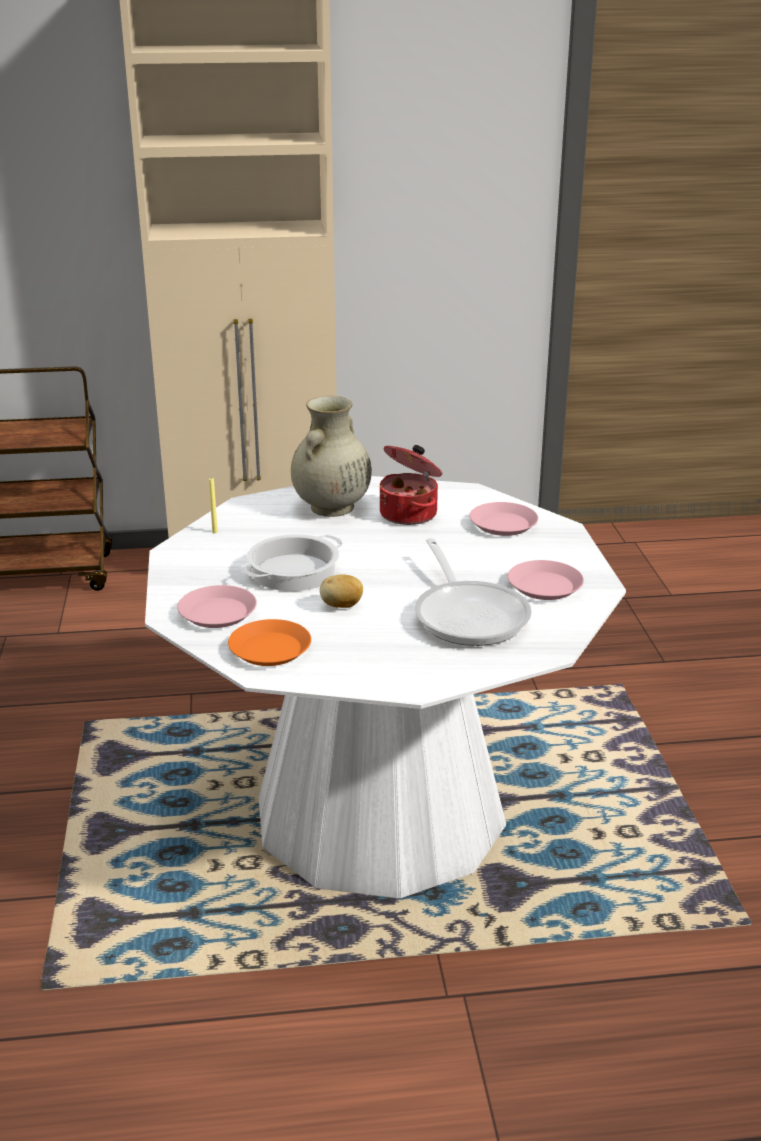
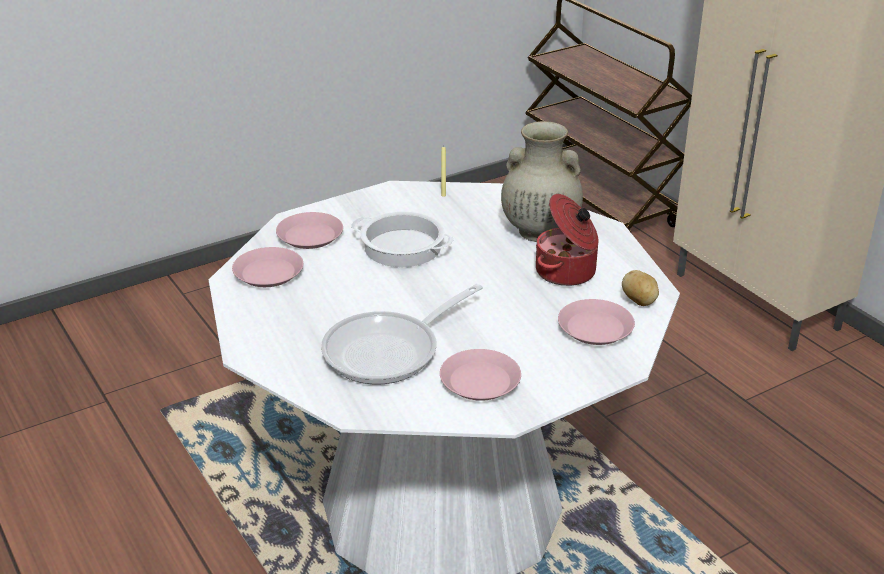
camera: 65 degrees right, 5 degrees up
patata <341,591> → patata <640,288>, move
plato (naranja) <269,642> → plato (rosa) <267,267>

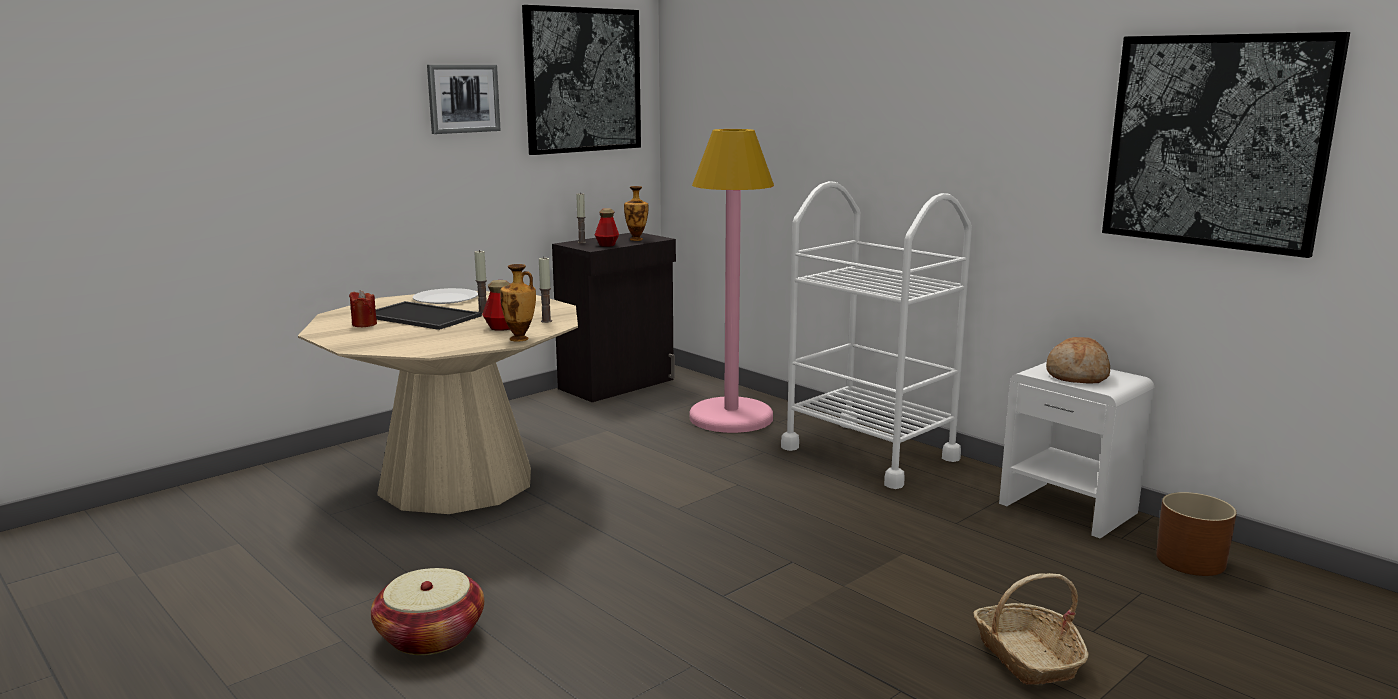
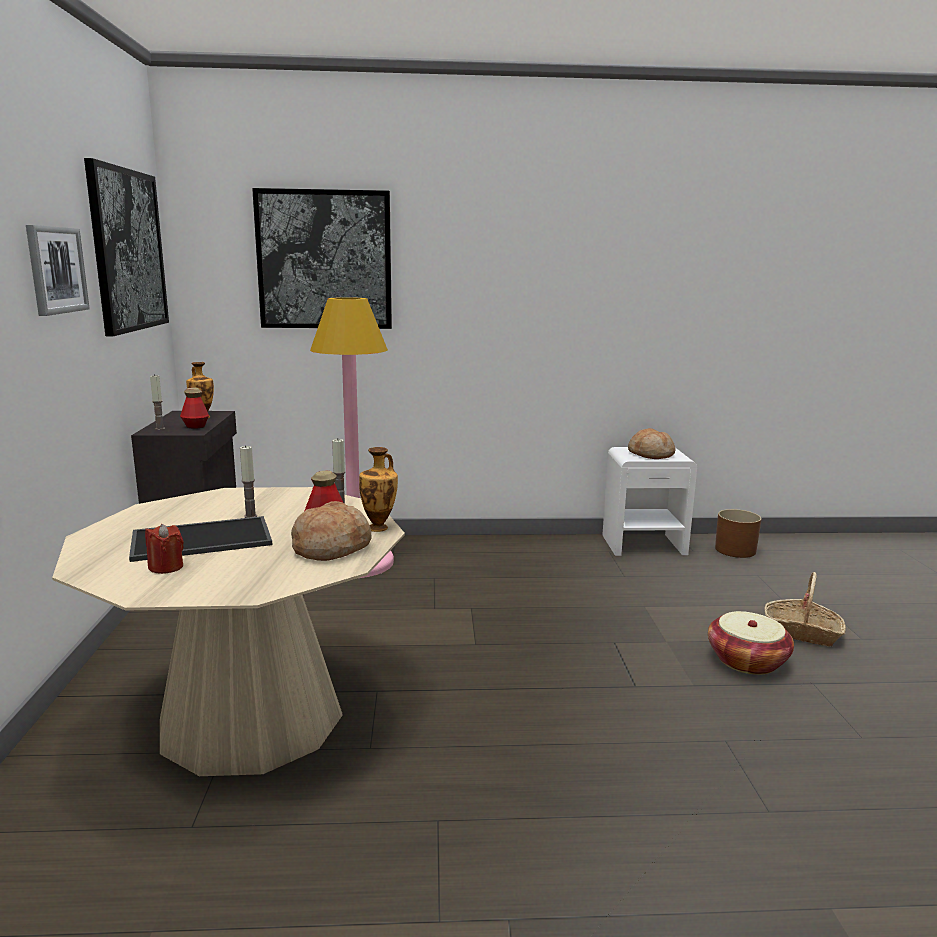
camera: 50 degrees left, 0 degrees up
plato (blanco) <445,296> → -
carrito (blanco) <876,335> → -
- → pan <331,531>
cesta <427,611> → cesta <751,643>, move
cuadro <1226,145> → cuadro <322,258>, move

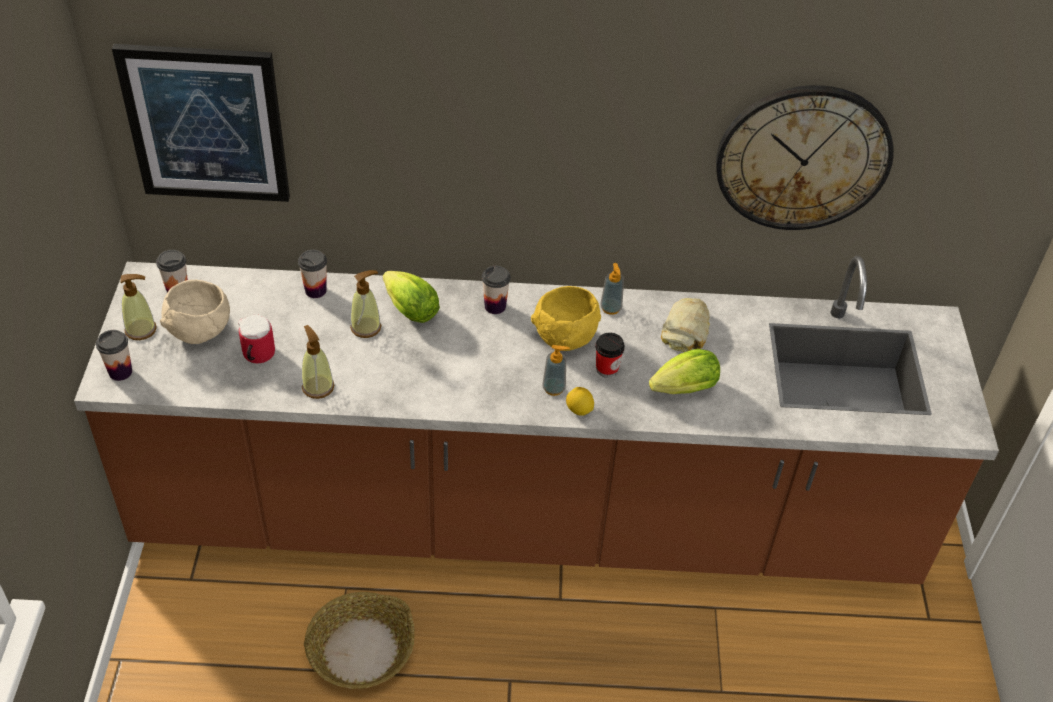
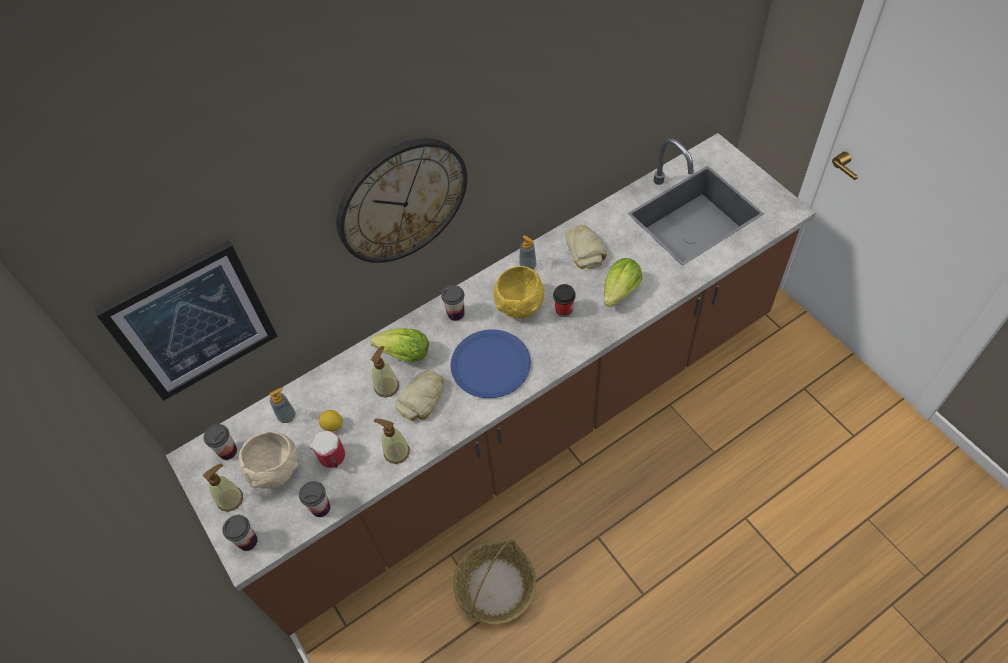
camera: 30 degrees left, 10 degrees up
- → pan <419,395>
- → plato (azul) <491,363>
taza <312,274> → taza <314,499>, move
dispensador de jabón <556,370> → dispensador de jabón <283,405>, move
limón <580,401> → limón <331,421>, move
reloj de pared <805,157> → reloj de pared <402,200>, move

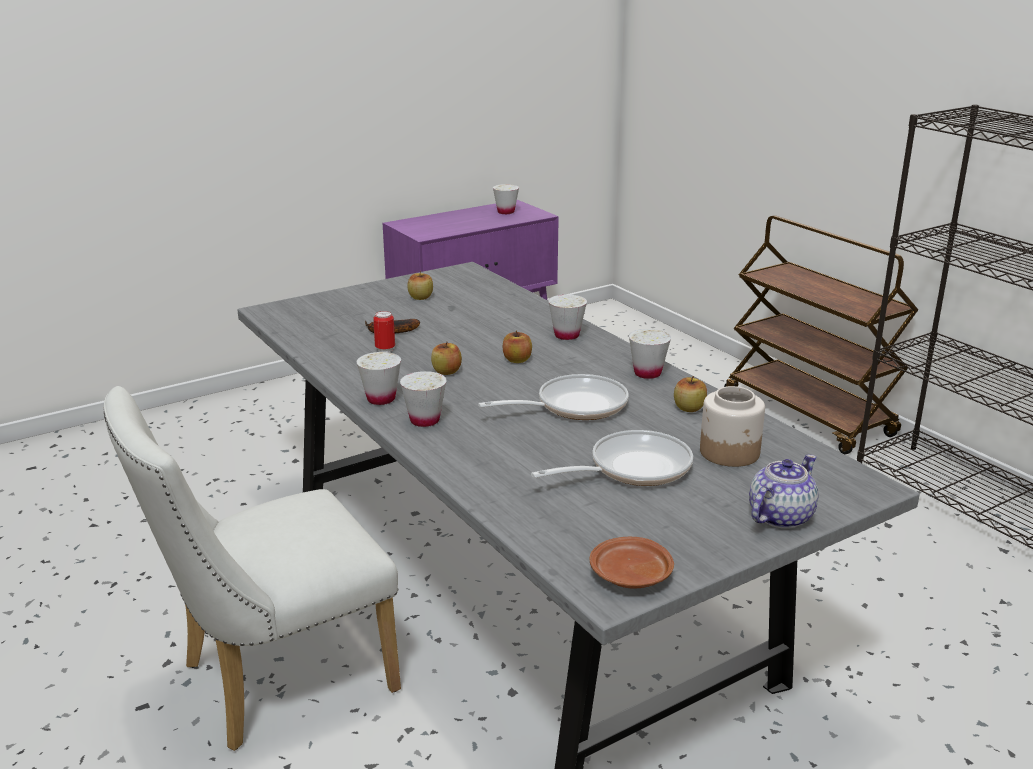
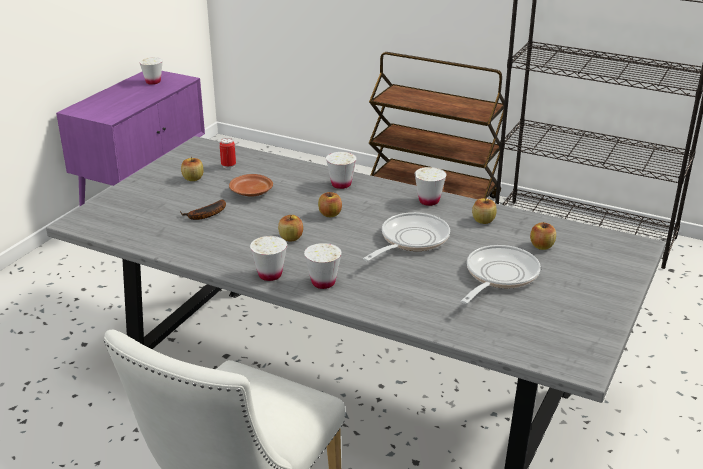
camera: 30 degrees left, 5 degrees up
tetera <784,491> → -
lata <384,331> → lata <228,153>, move
plato (marrón) <632,562> → plato (marrón) <251,185>, move
tarro <732,426> → manzana <543,236>

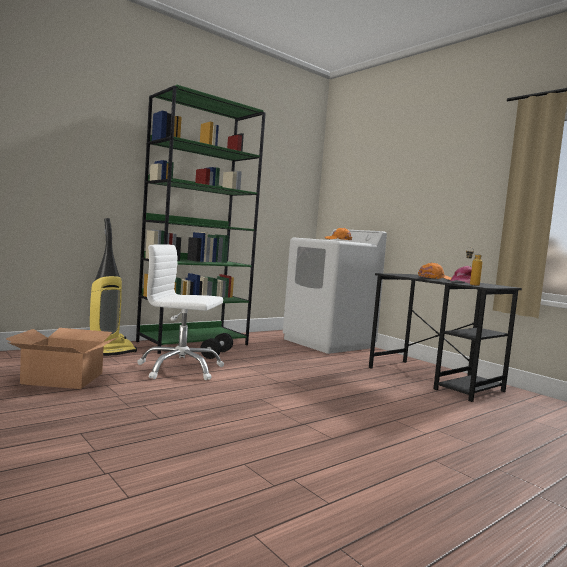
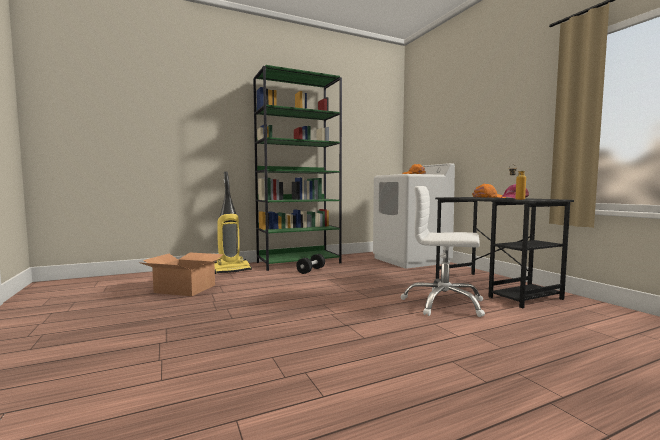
camera: 15 degrees right, 0 degrees up
silla de oficina (blanco) <180,312> → silla de oficina (blanco) <443,251>, move

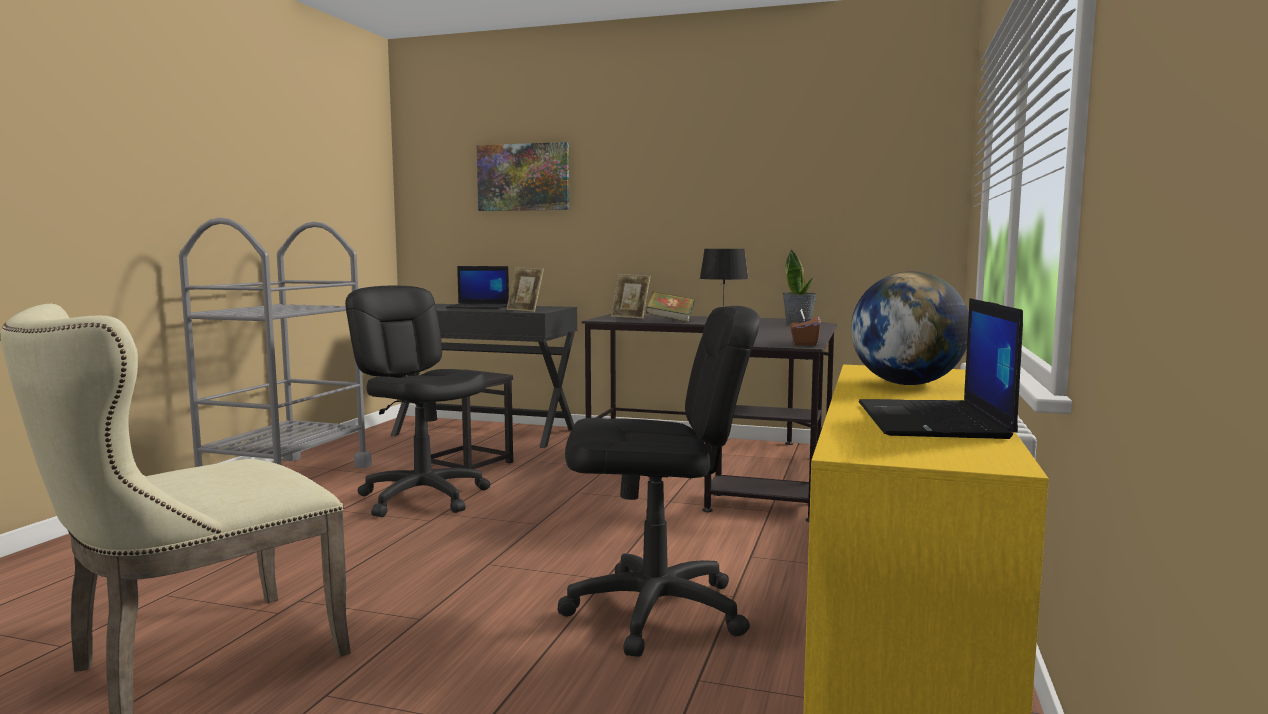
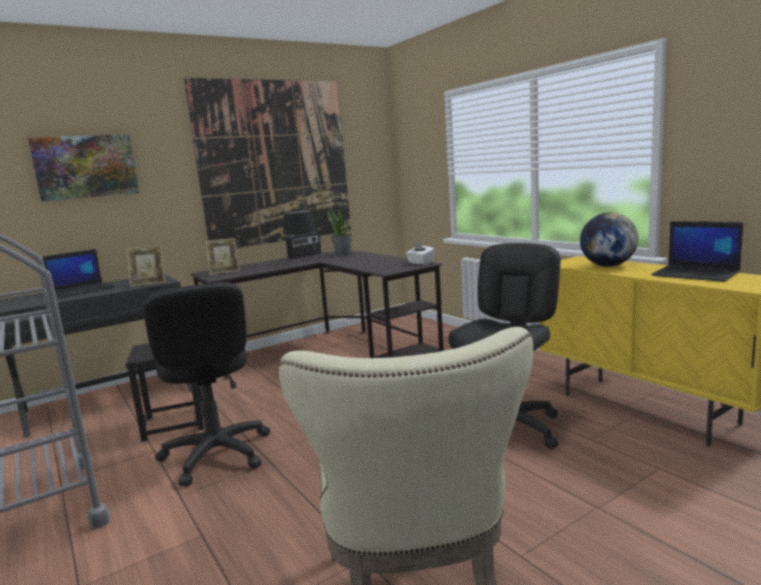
camera: 50 degrees left, 5 degrees up
libro <670,306> → -
- → cuadro <267,163>
- → radio <303,245>
caja de pañuelos (marrón) <805,327> → caja de pañuelos (blanco) <420,254>
silla de oficina (negro) <417,401> → silla de oficina (negro) <206,384>, 105 degrees counterclockwise

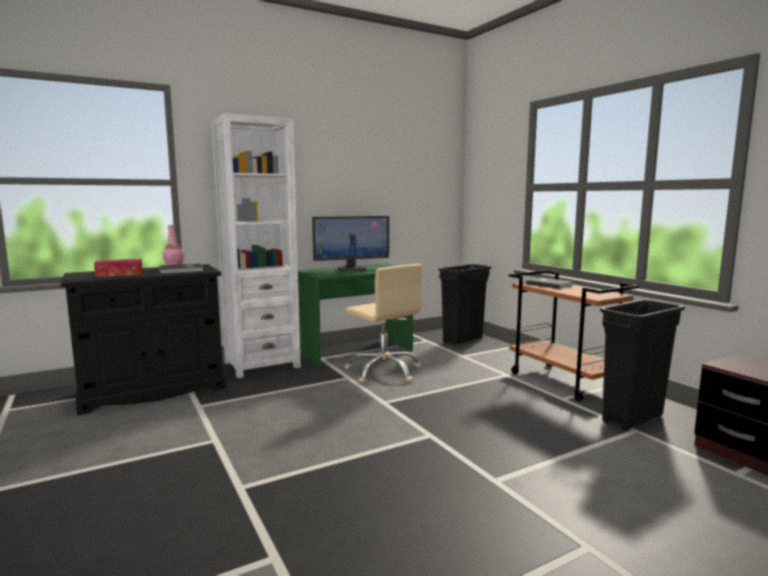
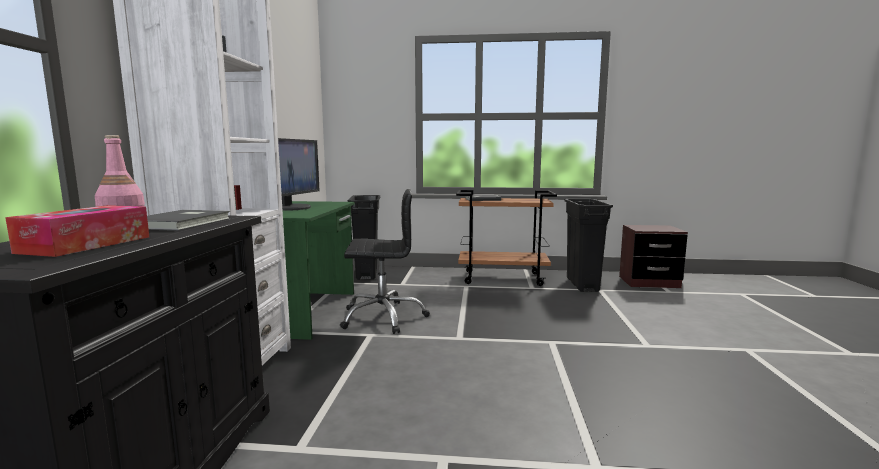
camera: 55 degrees left, 0 degrees up
silla de oficina (beis) <383,324> → silla de oficina (negro) <385,261>

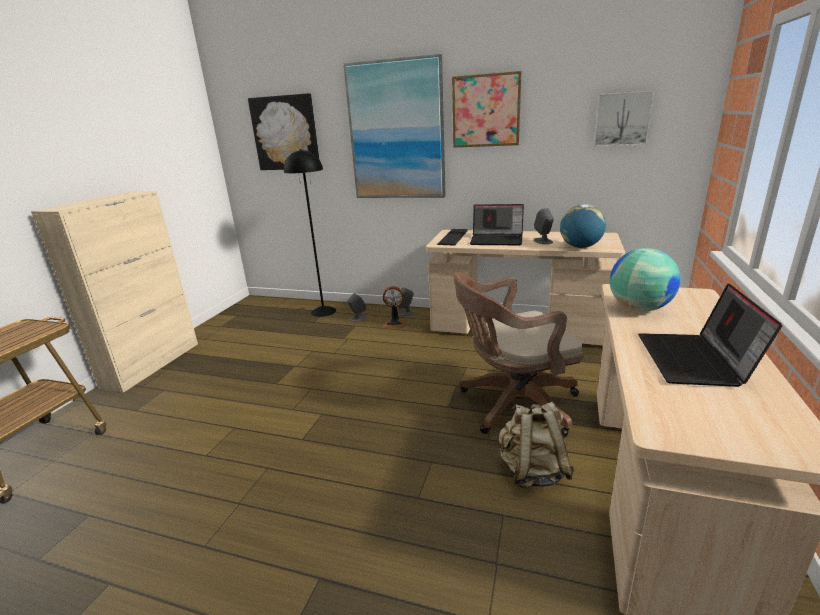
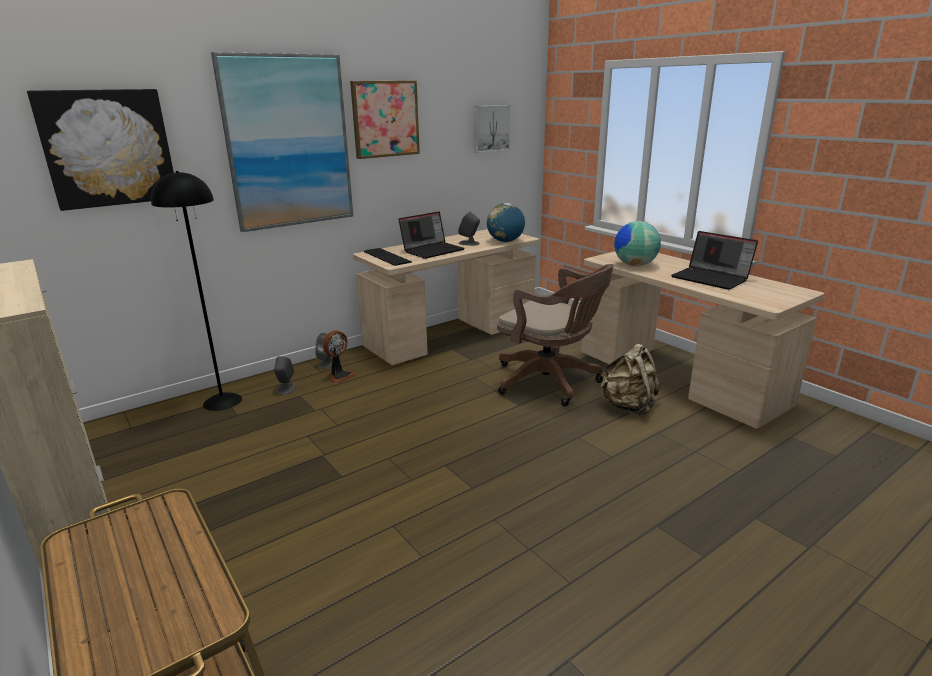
camera: 55 degrees left, 0 degrees up
silla de oficina (marrón) <518,355> → silla de oficina (marrón) <555,335>, 75 degrees counterclockwise

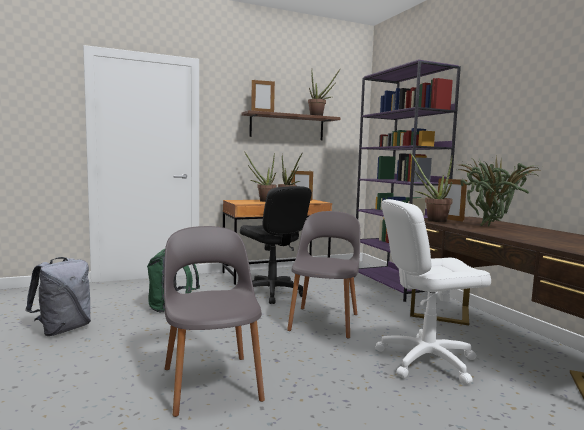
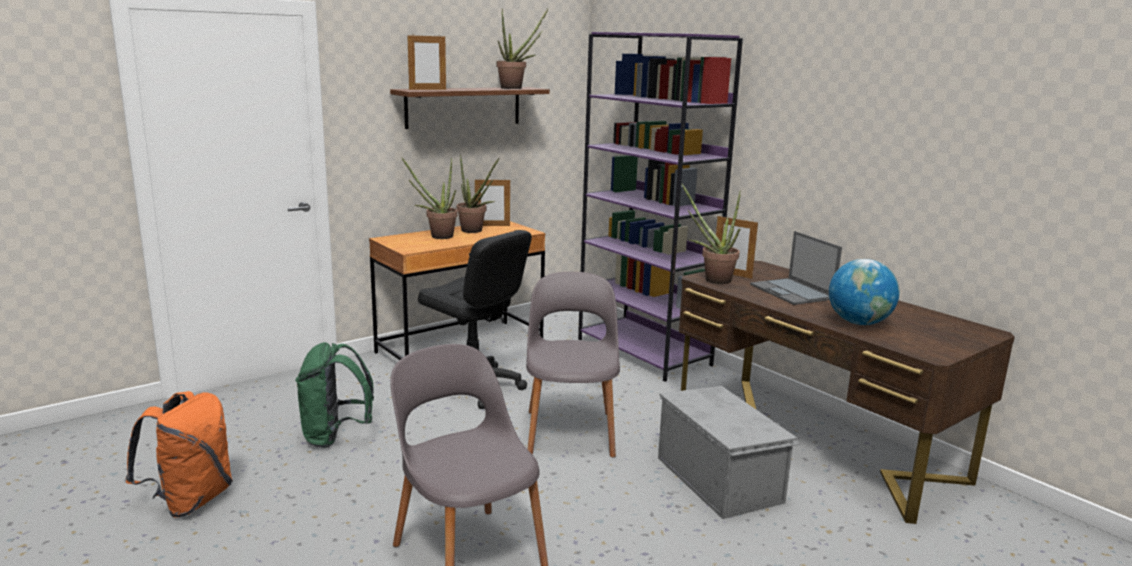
camera: 15 degrees left, 10 degrees up
- → globo terráqueo <864,292>
silla de oficina (blanco) <433,291> → caja de almacenaje (gris) <729,452>
planta en maceta <499,191> → portátil <796,268>
mochila (gris) <58,296> → mochila (naranja) <179,454>

